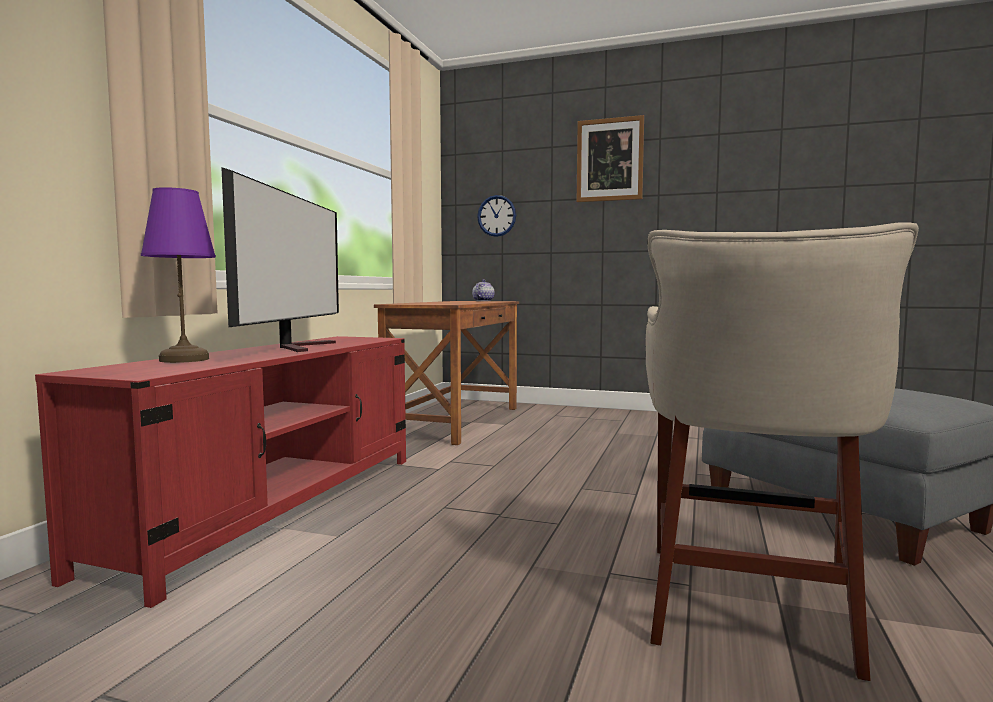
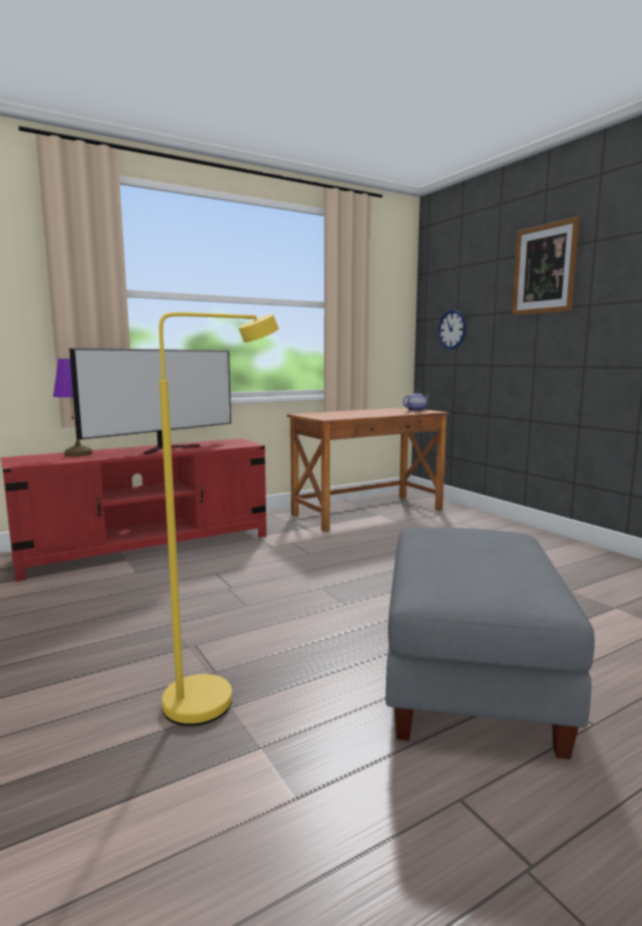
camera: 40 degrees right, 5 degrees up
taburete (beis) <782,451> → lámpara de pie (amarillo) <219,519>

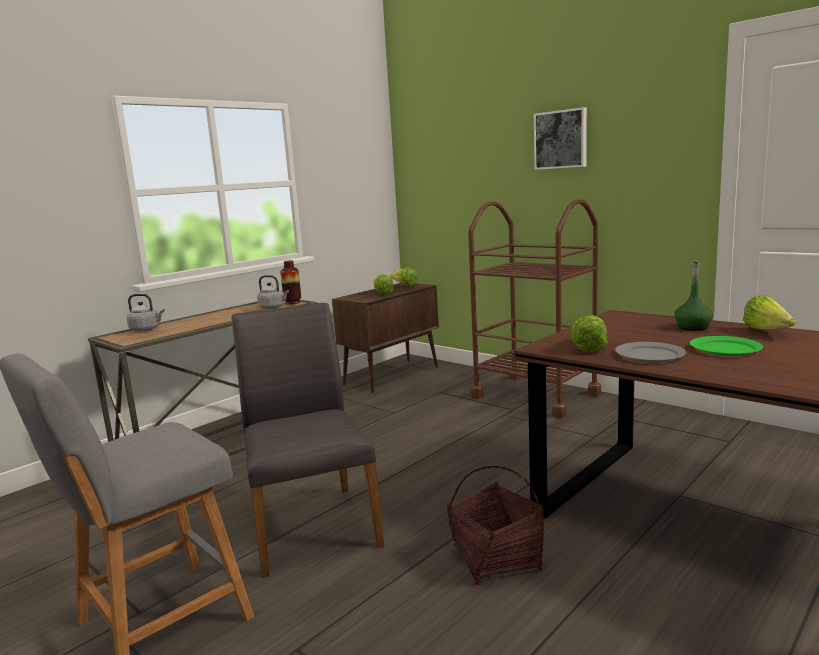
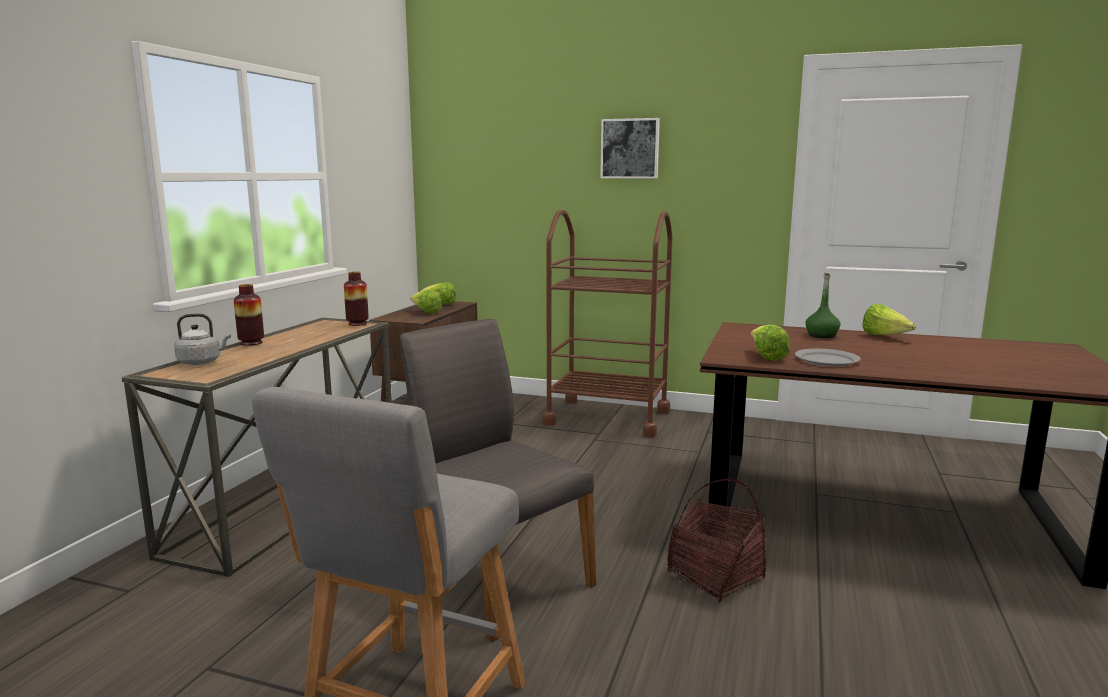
camera: 25 degrees left, 0 degrees up
hervidor (gris) <273,292> → -
plato (verde) <726,346> → -
- → florero <249,315>

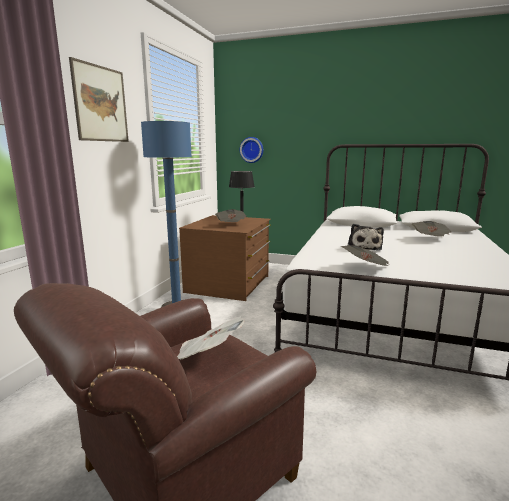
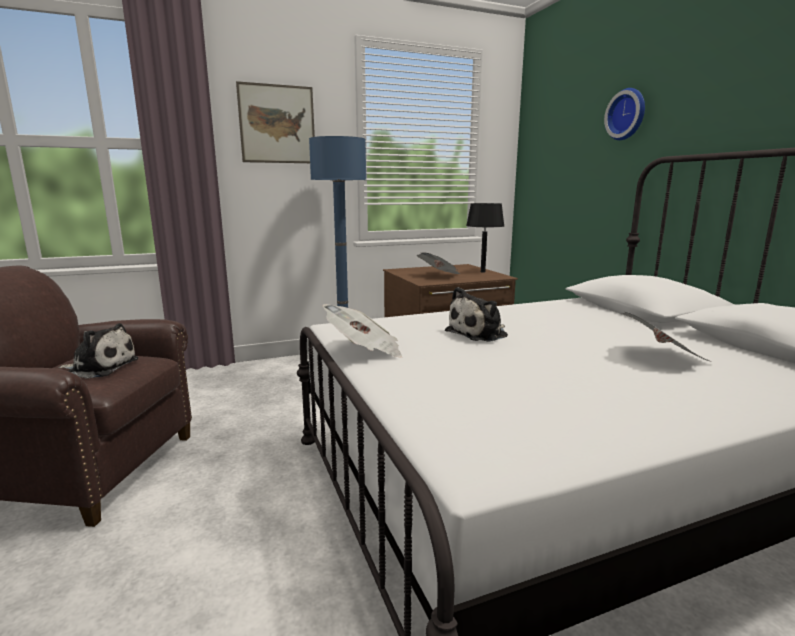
camera: 50 degrees right, 0 degrees up
reloj de pared <251,150> → reloj de pared <624,114>, move
periódico <211,338> → peluche <98,351>

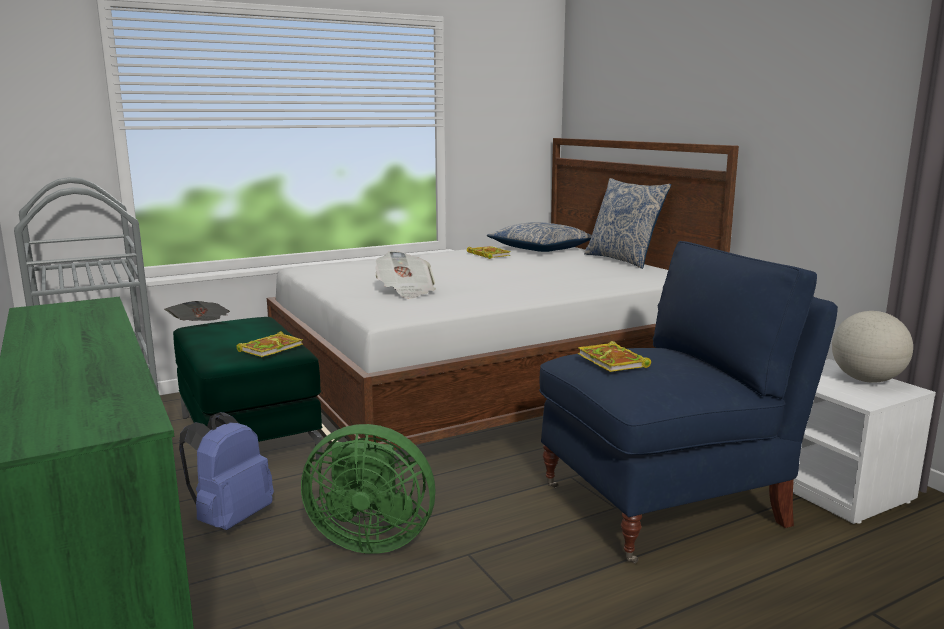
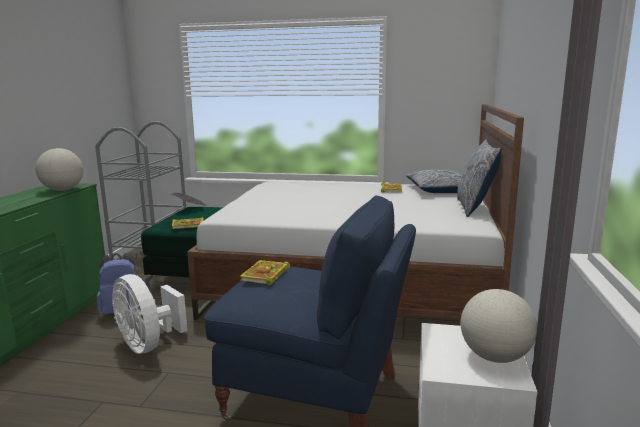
camera: 40 degrees right, 0 degrees up
periódico <405,275> → -
- → globo terráqueo <59,169>
ventilador (verde) <368,489> → ventilador (blanco) <150,314>

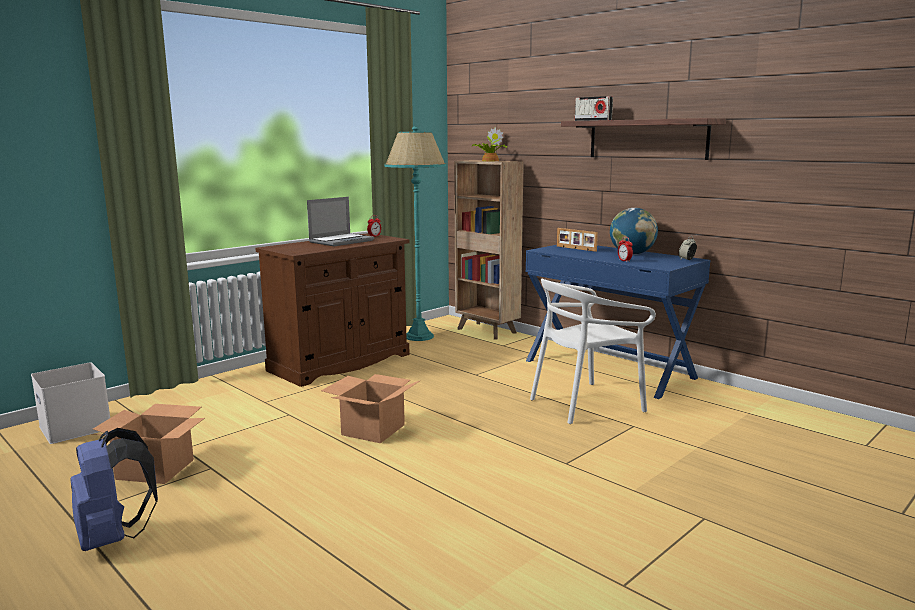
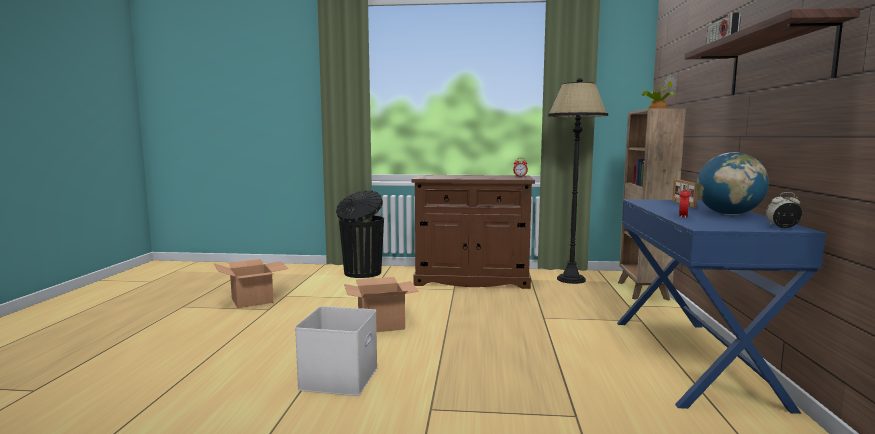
camera: 50 degrees right, 5 degrees down
mochila (azul) <114,489> → -
portátil <340,221> → -
silla (blanco) <593,351> → -
- → papelera (negro) <360,234>
caja de almacenaje (blanco) <70,403> → caja de almacenaje (blanco) <336,351>, move
lámpara de pie (turquesa) <415,233> → lámpara de pie (negro) <578,181>

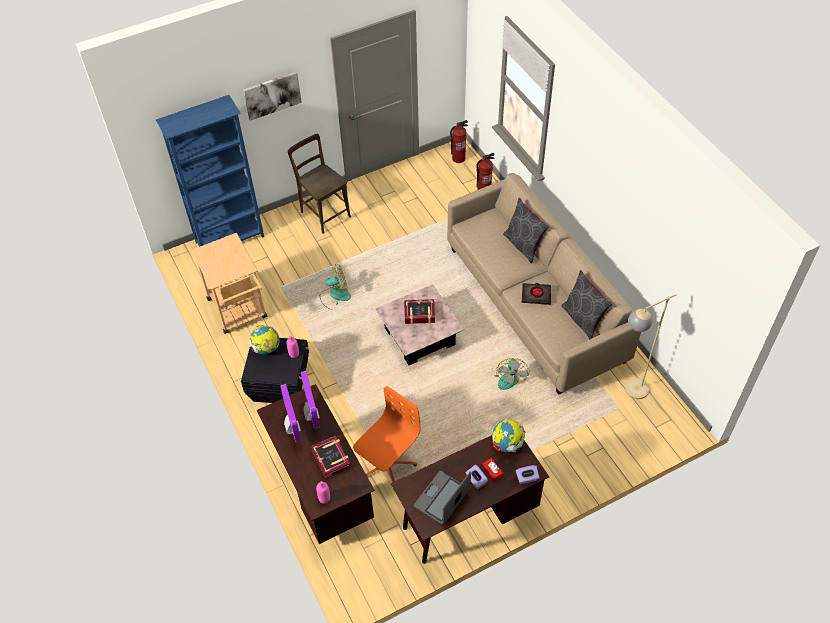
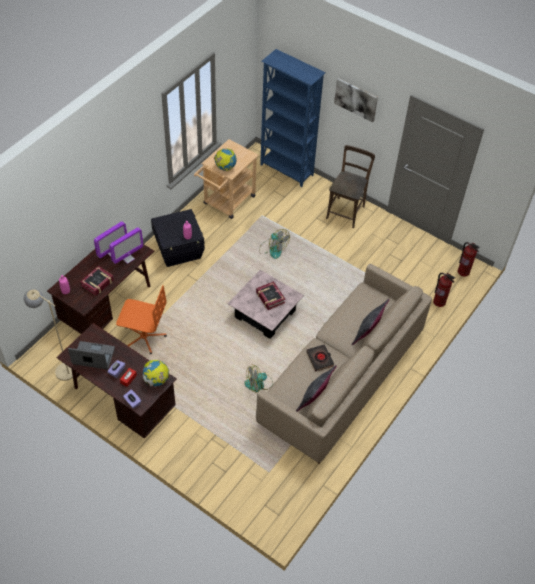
camera: 60 degrees right, 0 degrees up
globo terráqueo <264,339> → globo terráqueo <225,159>, move
lámpara de pie (beis) <651,346> → lámpara de pie (beis) <48,335>, move

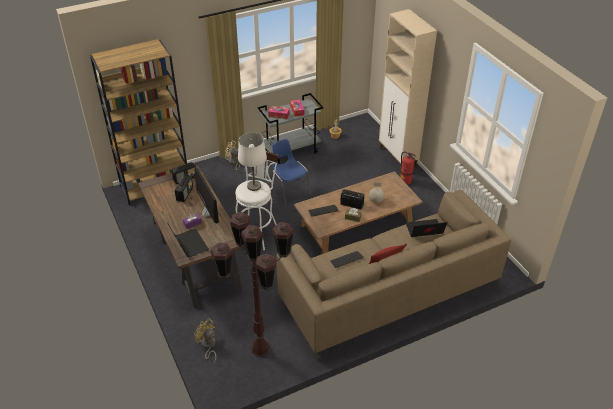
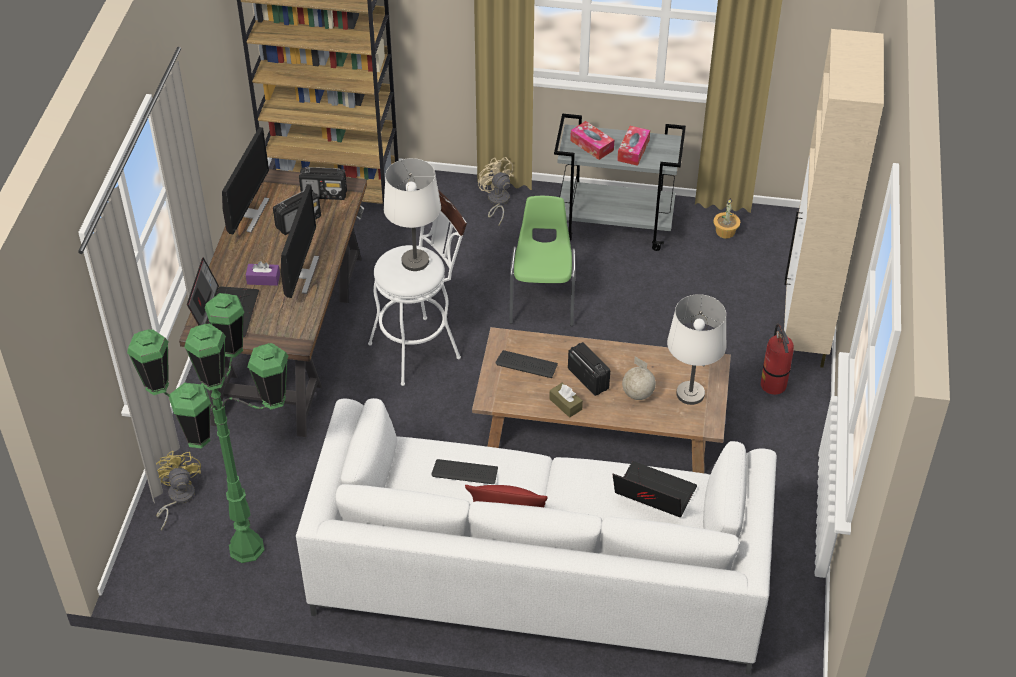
camera: 35 degrees right, 5 degrees up
- → monitor <245,181>
- → lámpara de mesa (blanco) <697,349>
lámpara de pie (marrón) <252,284> → lámpara de pie (verde) <207,428>
silla (azul) <290,172> → silla (verde) <542,261>
sofá (marrón) <394,275> → sofá (blanco) <536,536>

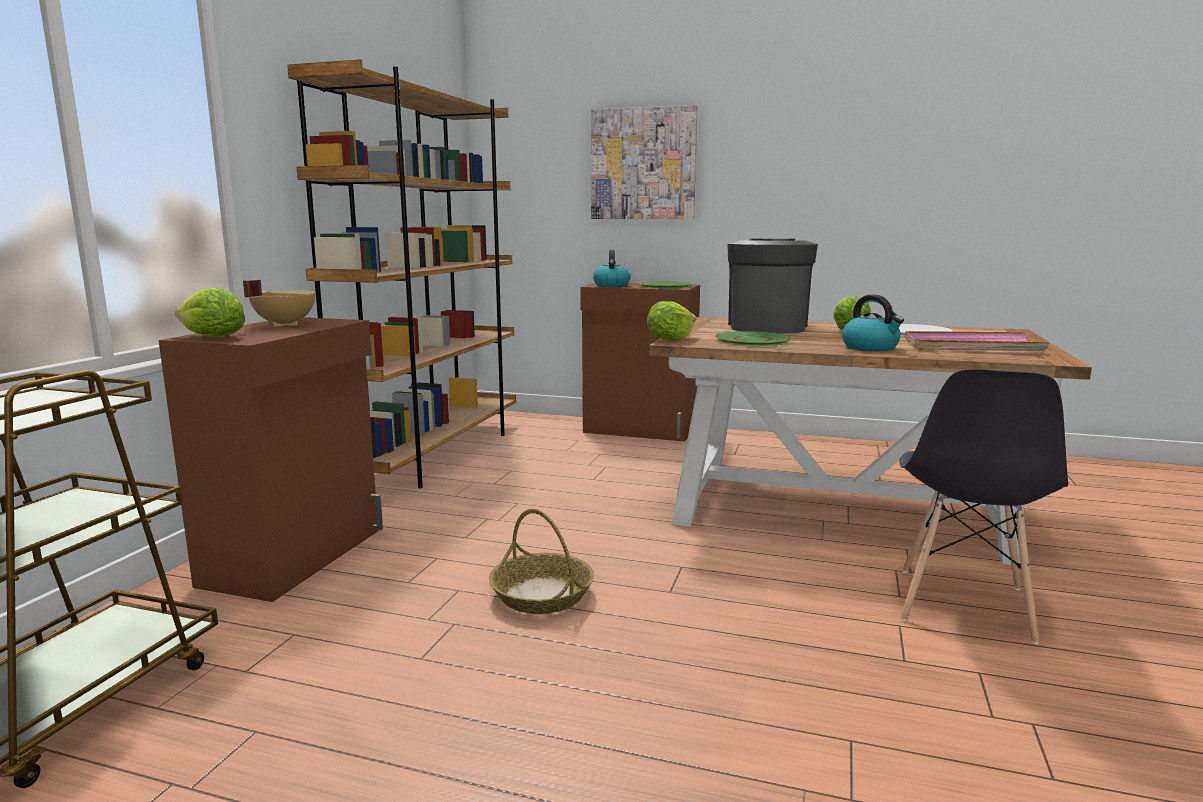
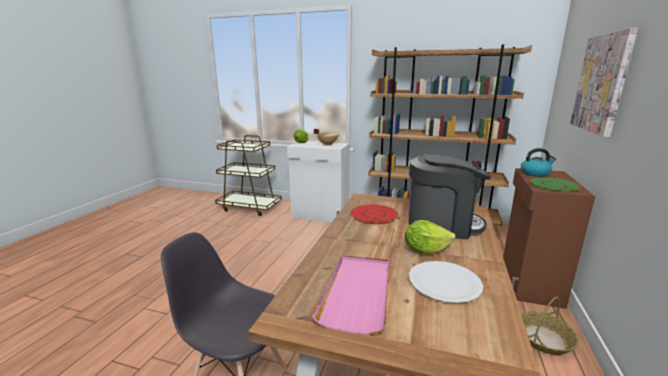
camera: 90 degrees right, 5 degrees up
lechuga <671,321> → -
hervidor <873,322> → -
cesta <541,561> → cesta <550,325>, move
armario (marrón) <271,459> → armario (blanco) <318,181>
plato (verde) <753,338> → plato (rojo) <374,214>

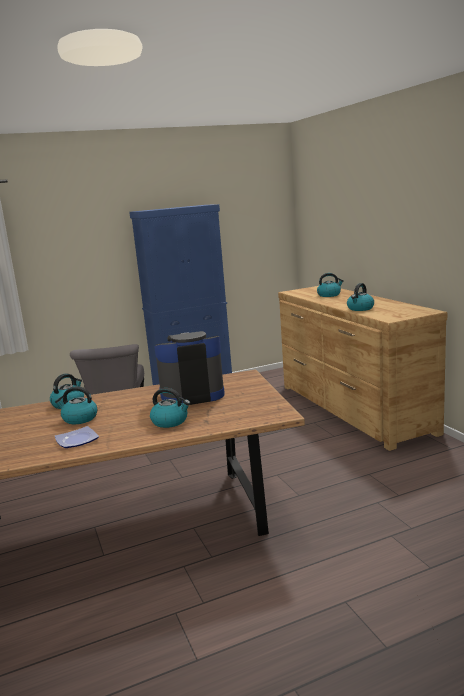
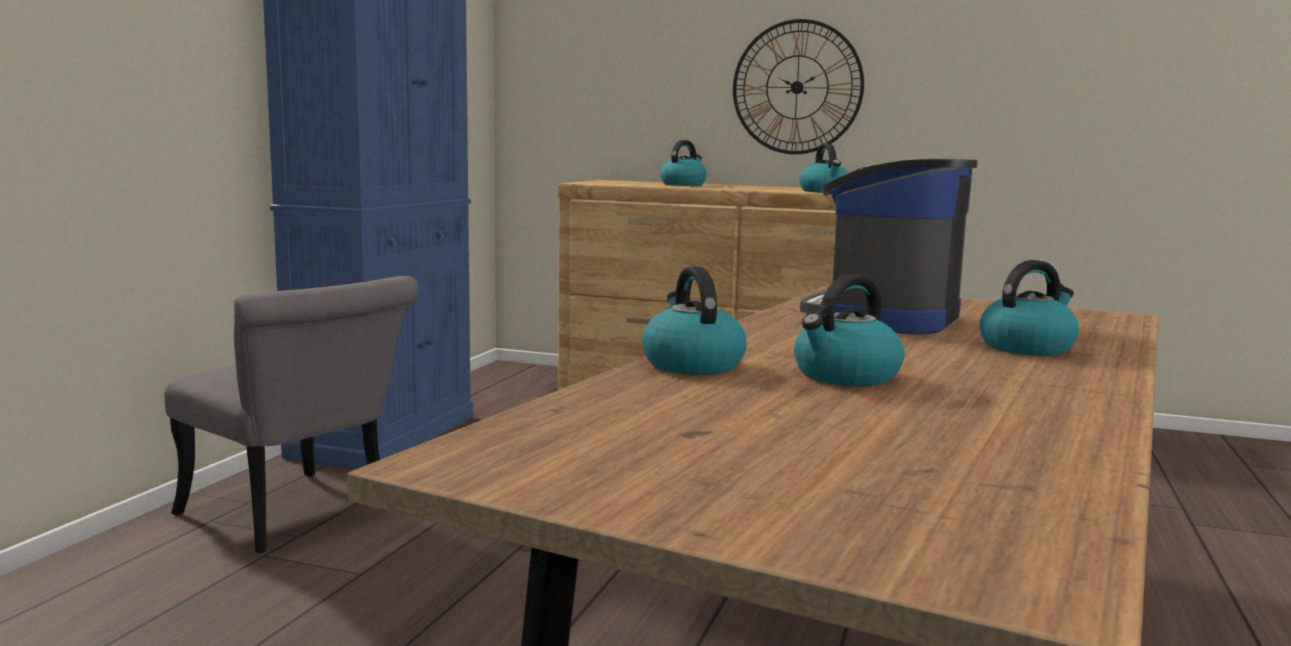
camera: 50 degrees left, 5 degrees down
plato <77,437> → -
- → reloj de pared <798,86>

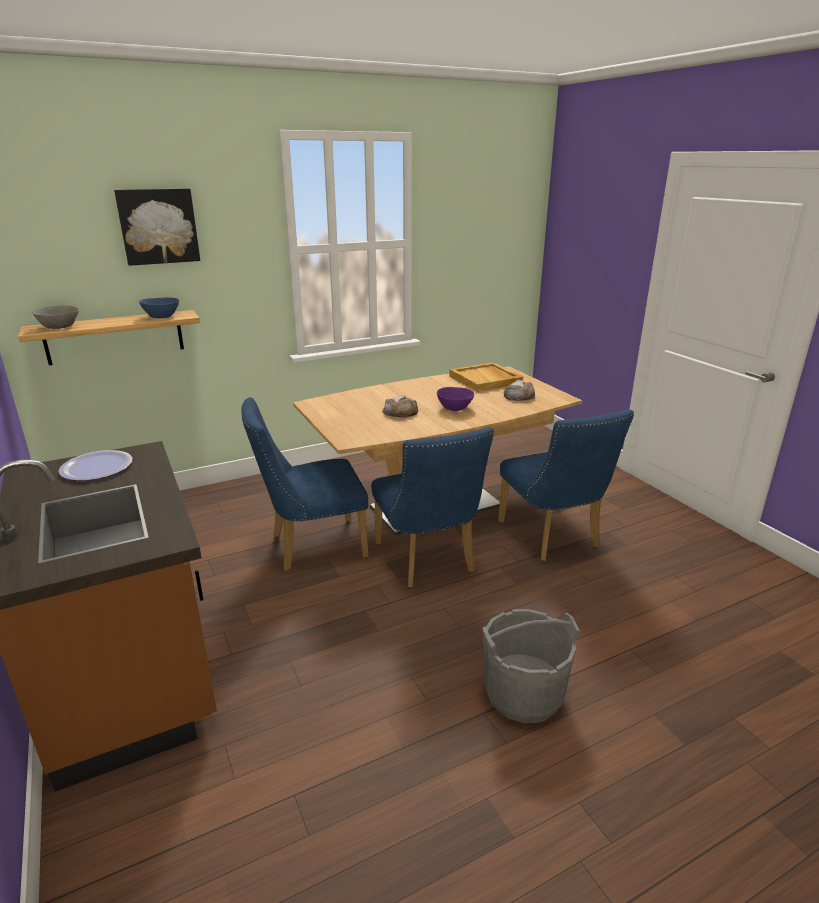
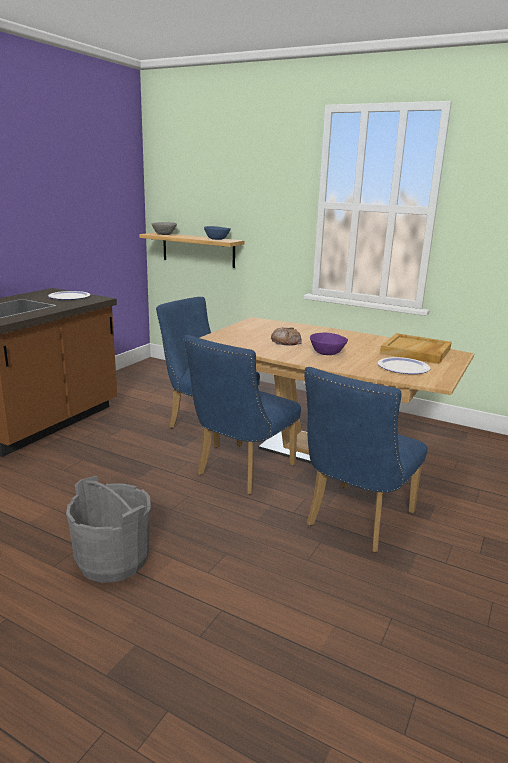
camera: 55 degrees right, 5 degrees down
cuadro <157,227> → -
pan <519,390> → plato <404,365>

